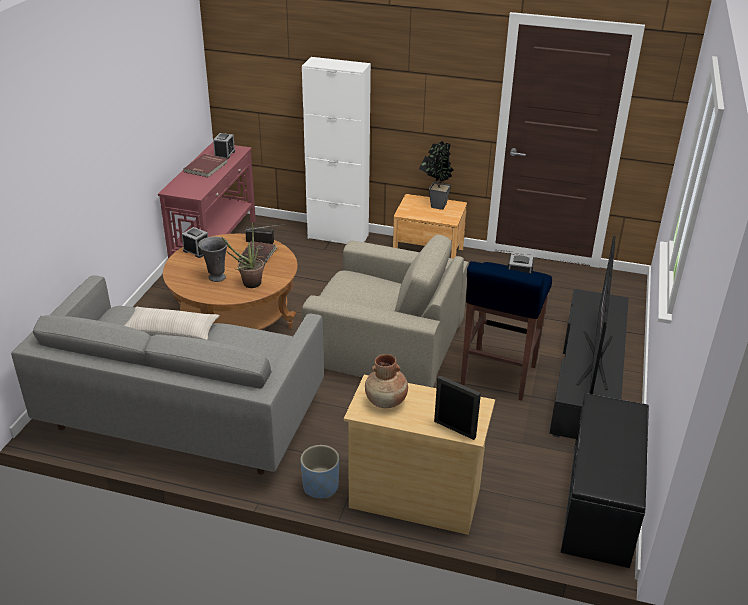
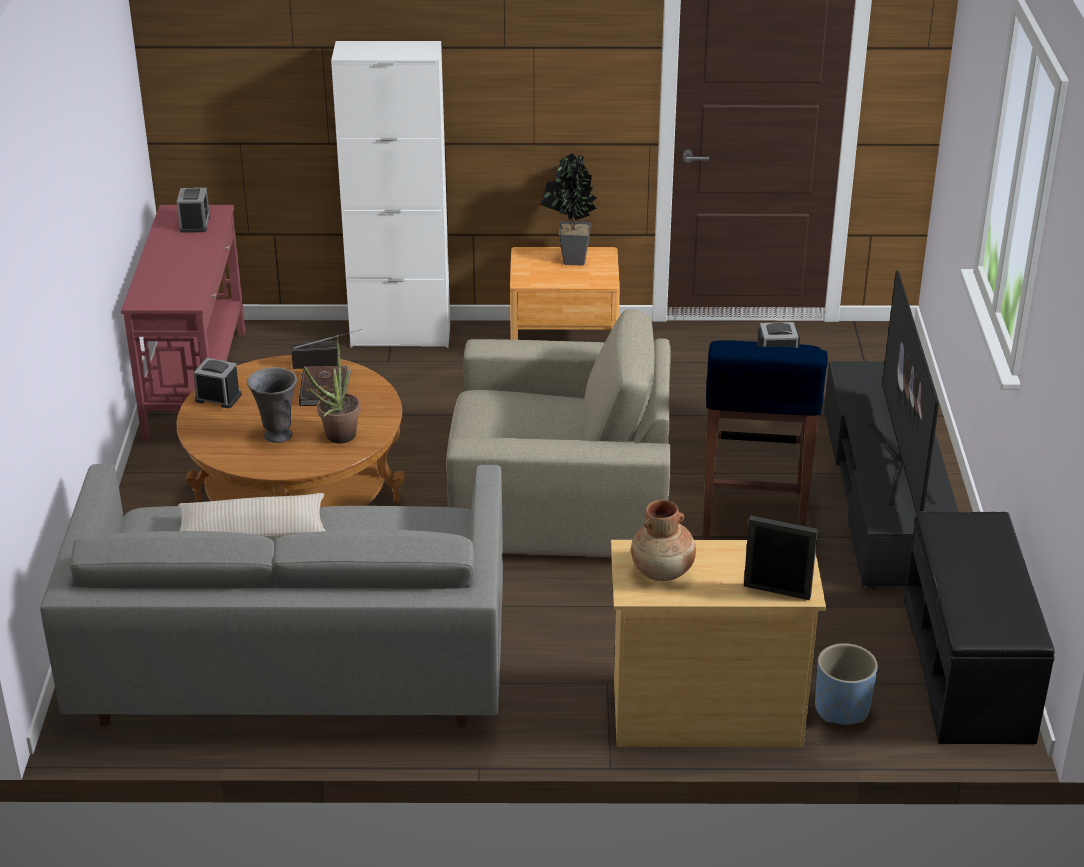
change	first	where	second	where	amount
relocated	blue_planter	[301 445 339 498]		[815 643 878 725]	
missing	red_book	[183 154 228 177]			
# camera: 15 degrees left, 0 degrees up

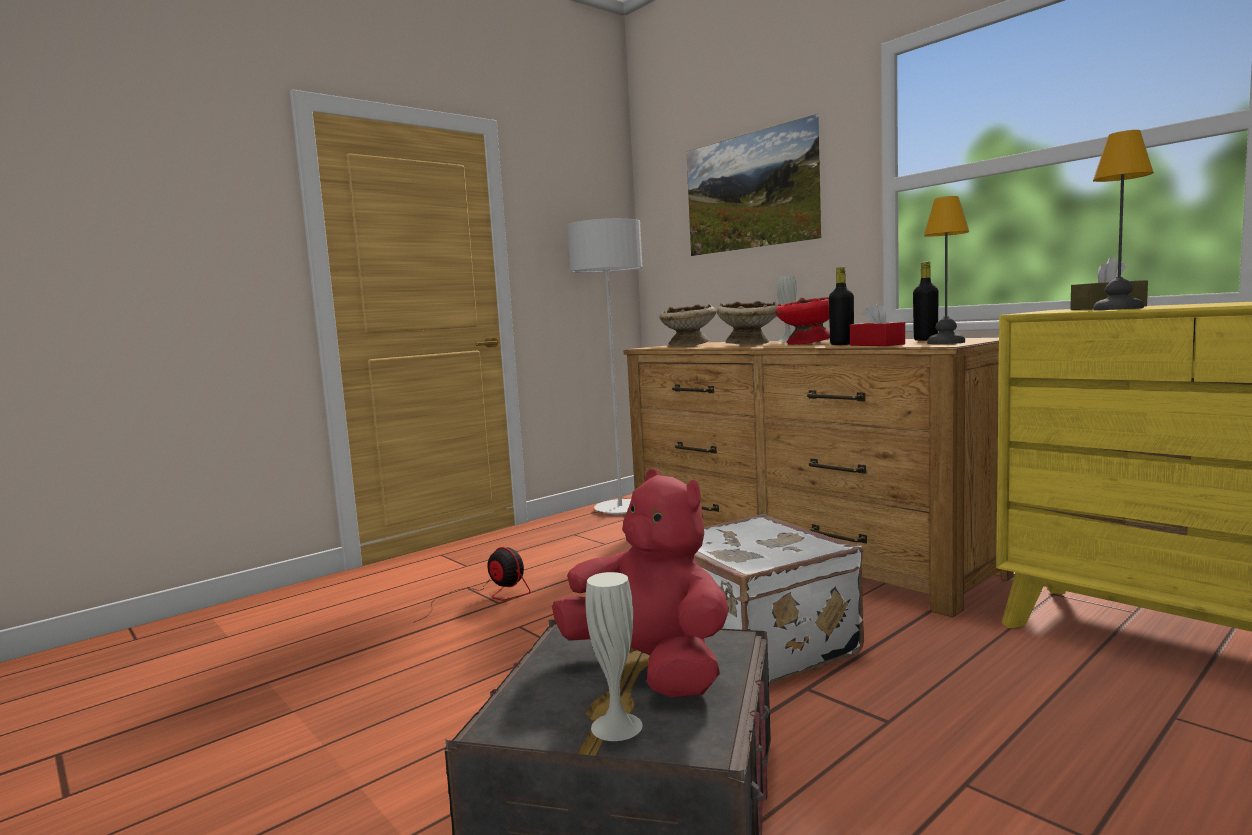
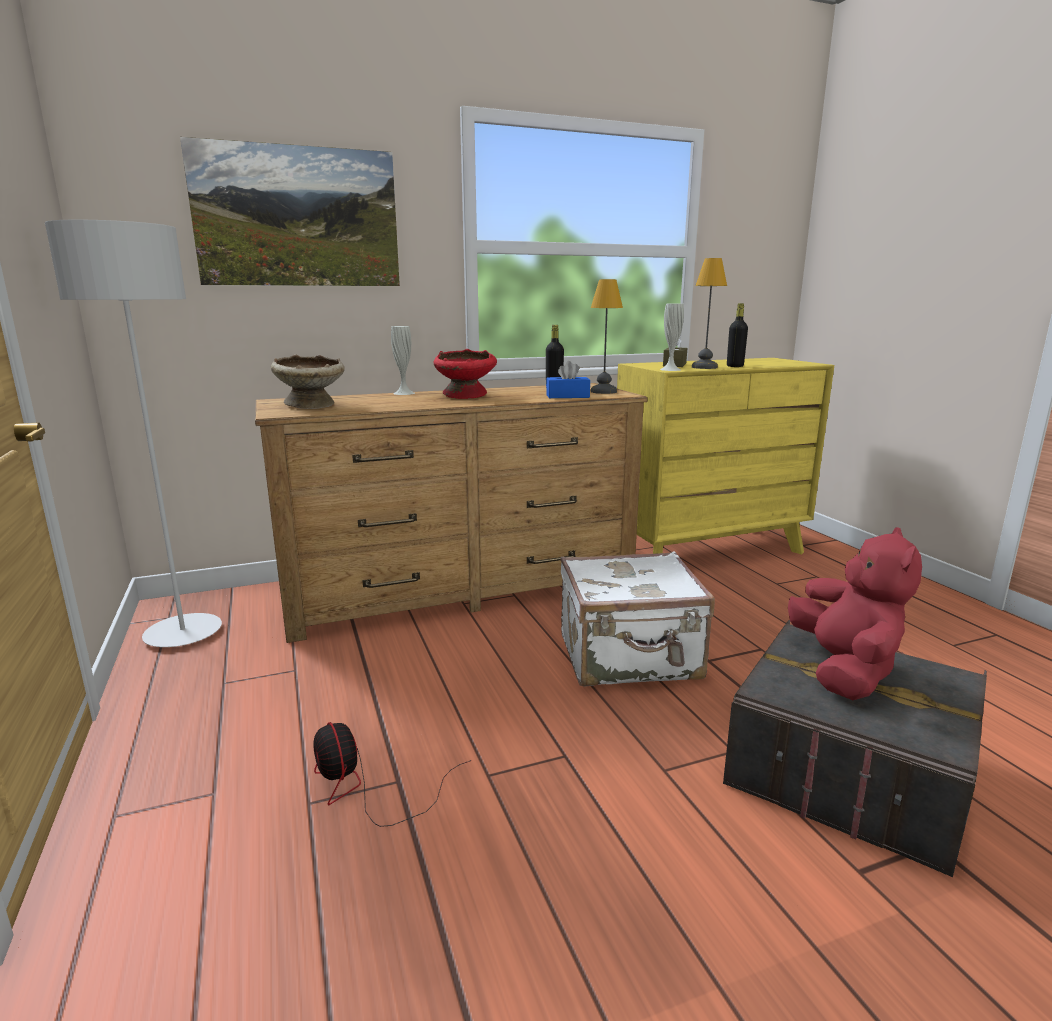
change	first	where	second	where	amount
spun	fan	[413 547 530 623]		[313 722 472 827]	90 degrees counterclockwise
colour	red_tissue_box	[850 302 905 346]	blue_tissue_box	[546 361 590 398]	
relocated	white_vase	[586 572 643 741]		[660 304 684 371]	
relocated	black_bottle	[829 267 854 345]		[727 303 748 367]	
spun	red_plush_toy	[552 469 729 697]		[788 527 922 700]	120 degrees clockwise
missing	beige_bowl	[717 301 778 345]			
# camera: 70 degrees left, 10 degrees up

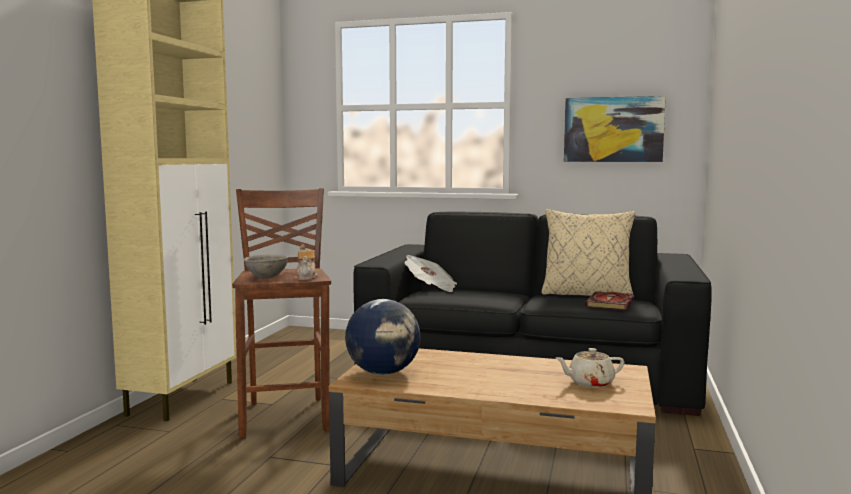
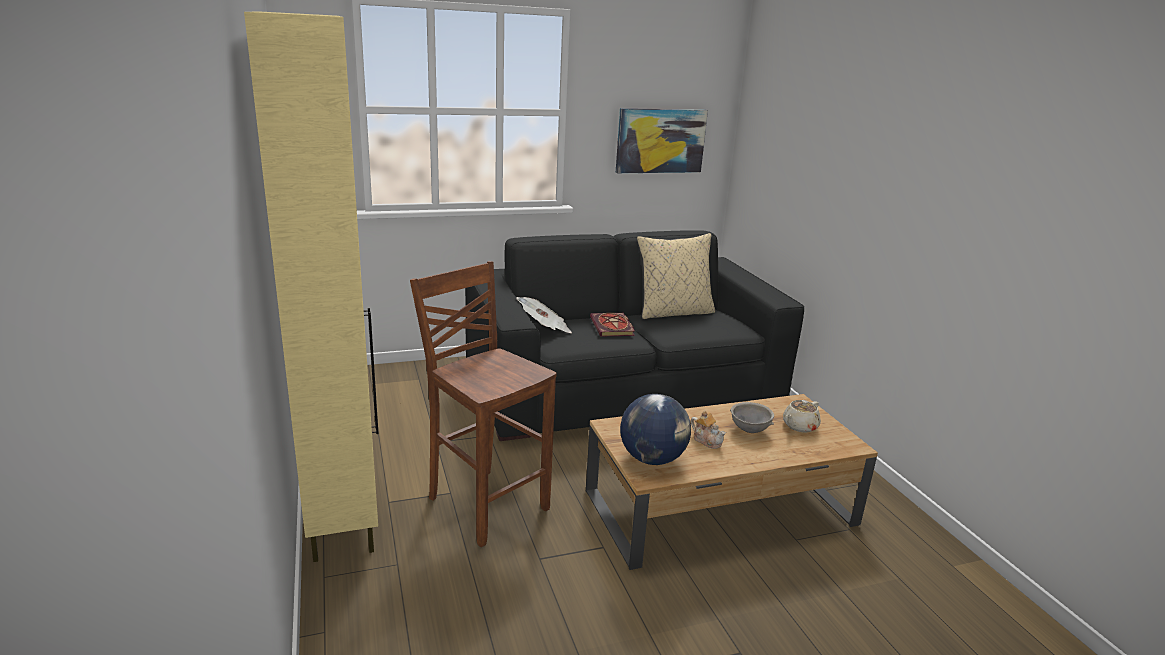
change	first	where	second	where	amount
relocated	book	[585 291 633 310]		[590 313 635 336]	
relocated	teapot	[297 245 318 280]		[691 411 726 449]	
relocated	grey_bowl	[244 255 288 279]		[730 402 774 433]	
# camera: 35 degrees left, 15 degrees up

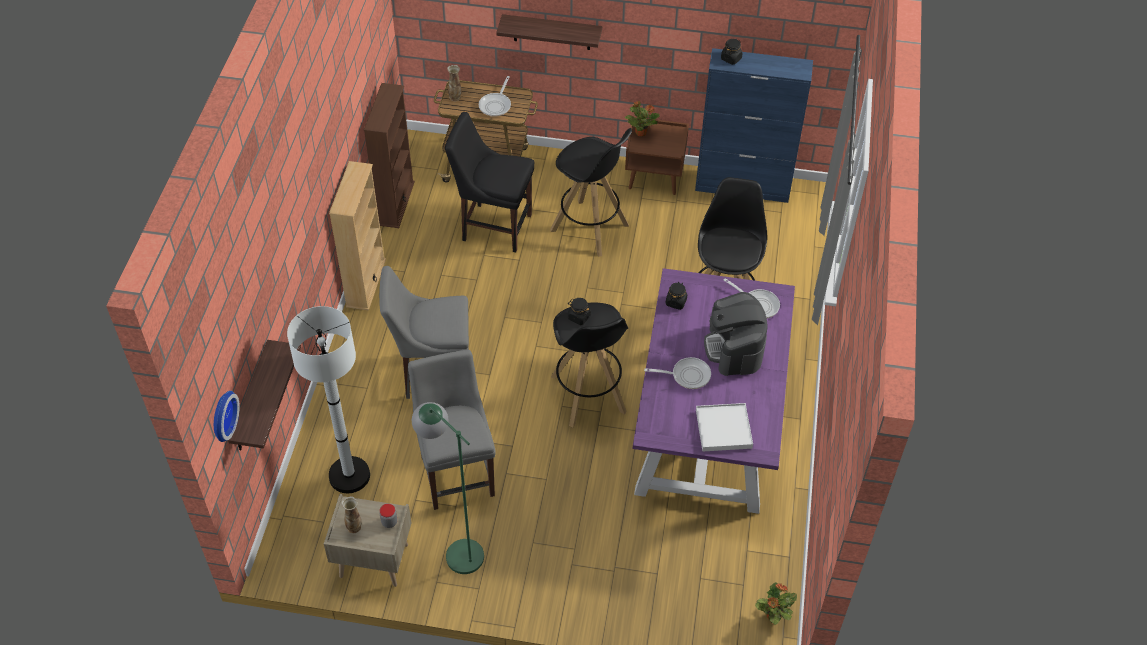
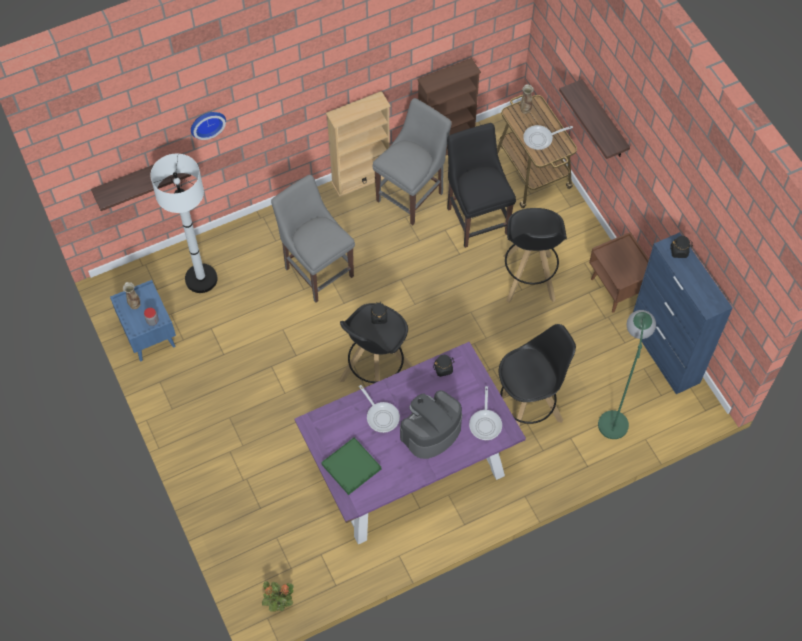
change	first	where	second	where	amount
colour	beige_nightstand	[324 494 411 587]	blue_nightstand	[110 280 176 361]	
relocated	wall_clock	[214 391 240 442]		[191 112 226 140]	
colour	white_tray	[696 403 753 451]	green_tray	[321 437 381 495]	
relocated	grey_chair	[408 350 496 510]		[372 98 452 225]	
relocated	green_floor_lamp	[412 402 484 574]		[598 310 656 439]	
missing	potted_plant	[625 101 660 137]			
# camera: 55 degrees right, 10 degrees up

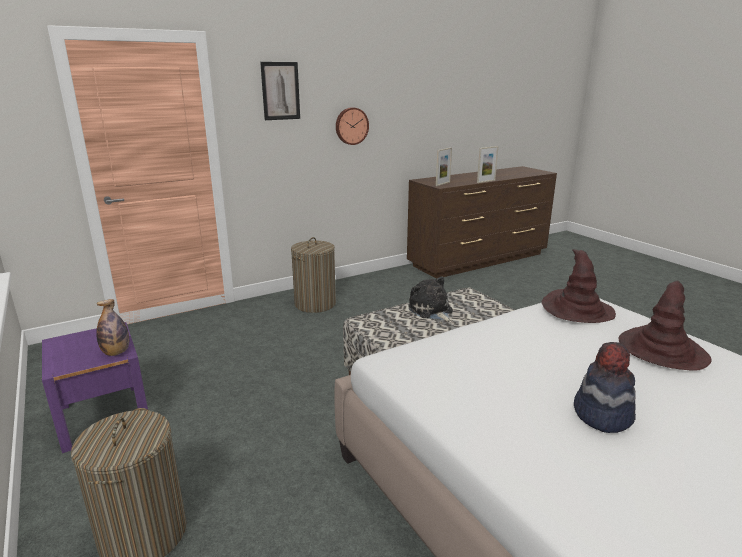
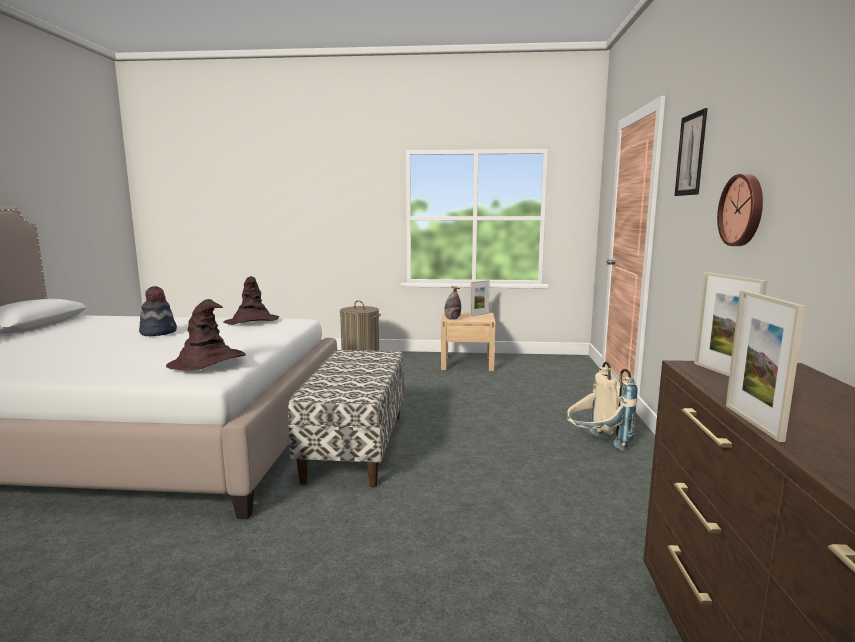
change	first	where	second	where	amount
relocated	brown_hat	[618 281 711 371]		[223 276 279 325]	
colour	purple_nightstand	[42 322 148 453]	beige_nightstand	[441 312 495 371]	
appeared			picture_frame	[470 280 490 316]	
exchanged	laundry_basket	[291 237 336 313]	beige_backpack	[566 362 638 451]	
missing	plush_toy	[408 276 453 322]			
# camera: 125 degrees right, 10 degrees down

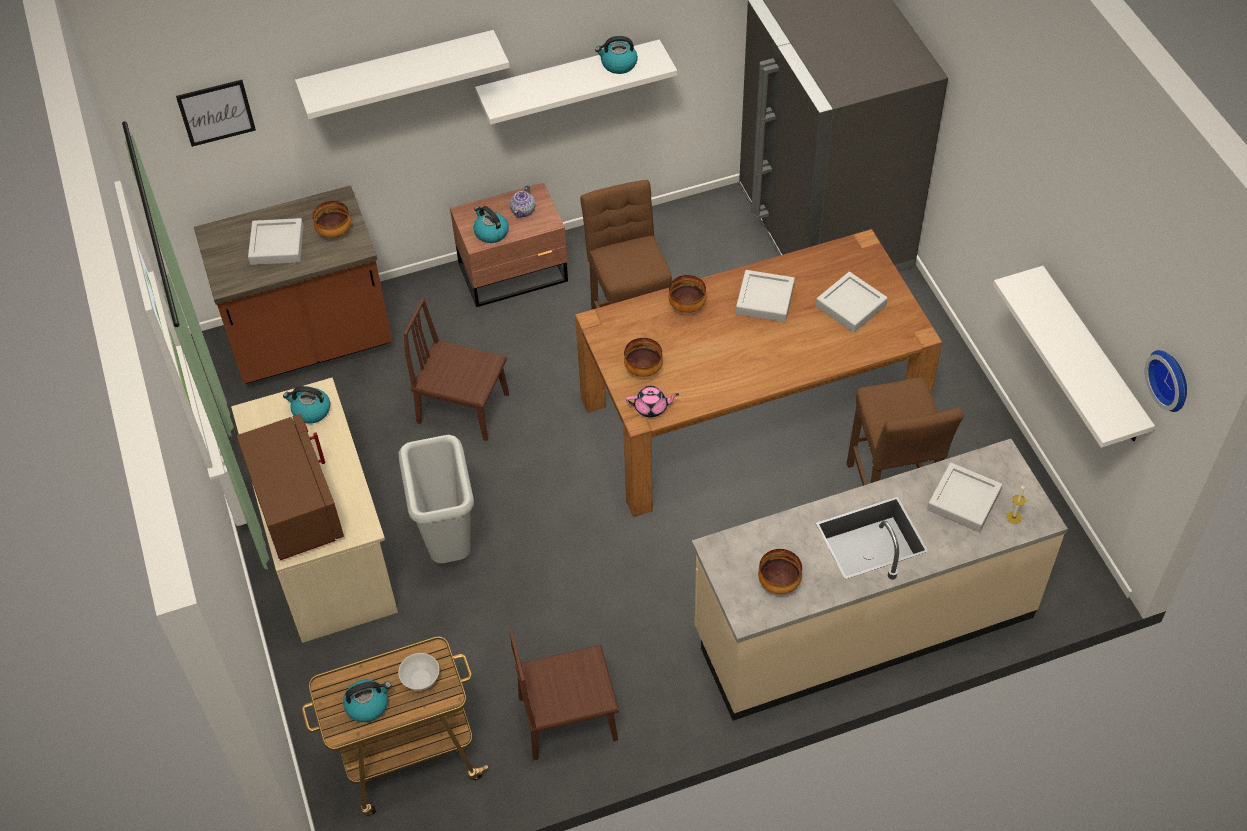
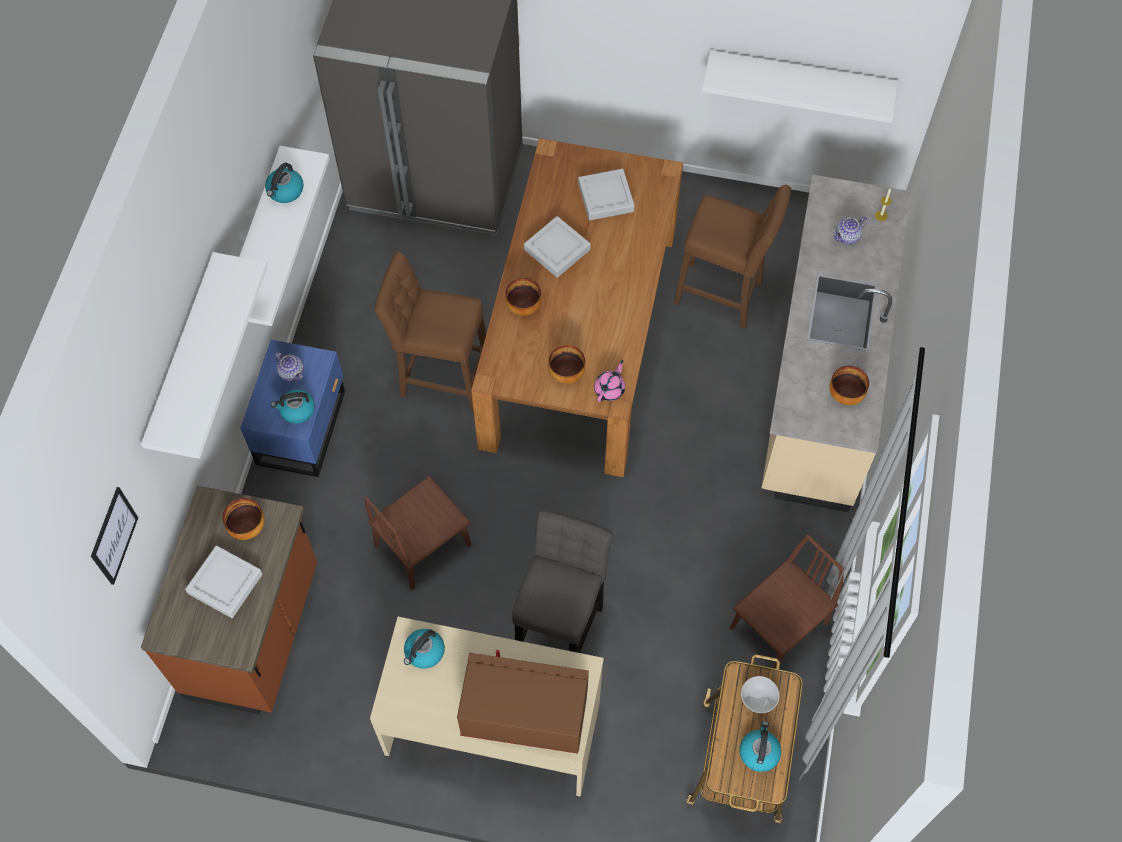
change	first	where	second	where	amount
colour	brown_nightstand	[450 183 568 307]	blue_nightstand	[240 340 345 477]	
exchanged	grey_trash_can	[399 435 474 563]	grey_stool	[512 509 613 653]	
spun	brown_chair	[510 631 619 760]		[730 534 844 669]	150 degrees counterclockwise
exchanged	grey_tray	[927 463 1003 532]	teapot	[833 216 868 244]	
missing	wall_clock	[1145 350 1187 412]			
# camera: 60 degrees left, 10 degrees up

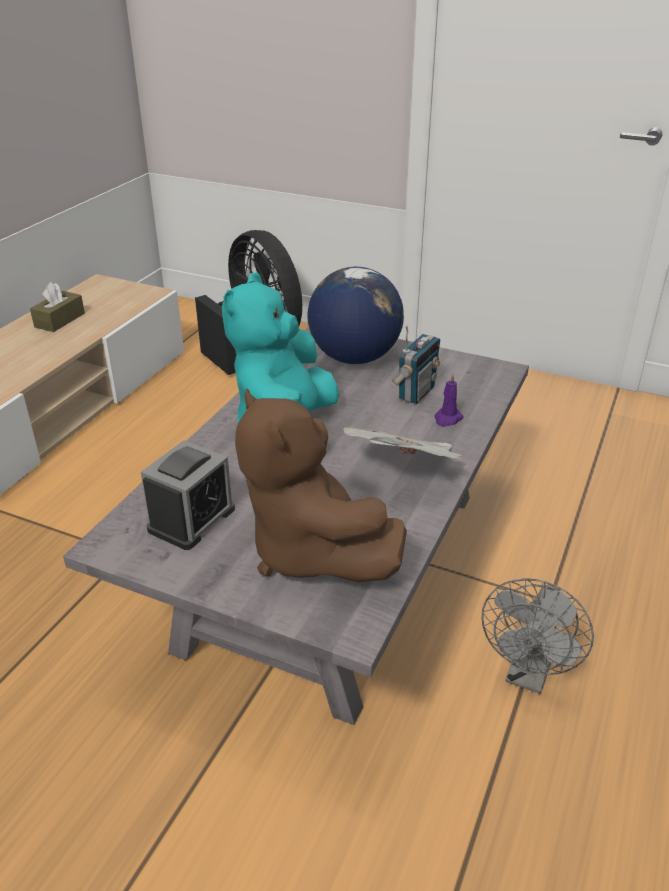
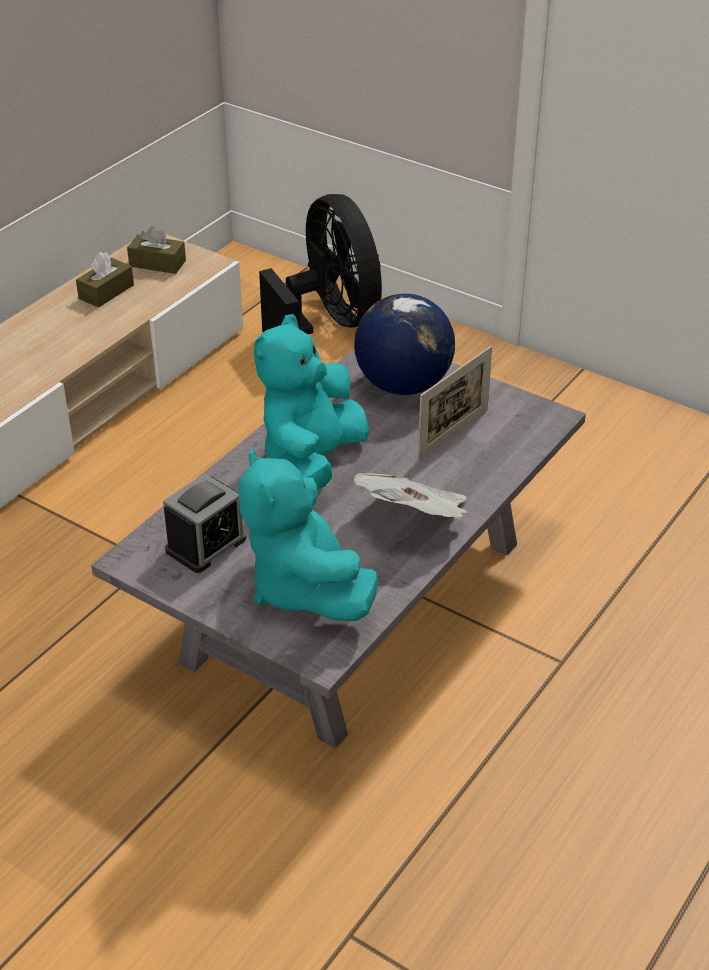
change	first	where	second	where	amount
appeared			brown_tissue_box	[127 226 186 274]	
colour	brown_plush_toy	[235 388 407 582]	turquoise_plush_toy	[238 448 379 621]	
exchanged	radio	[391 324 440 404]	picture_frame	[418 346 492 461]	
missing	purple_candle	[434 373 463 427]			
missing	grey_fan	[482 578 594 694]			
# camera: 10 degrees right, 5 degrees up

